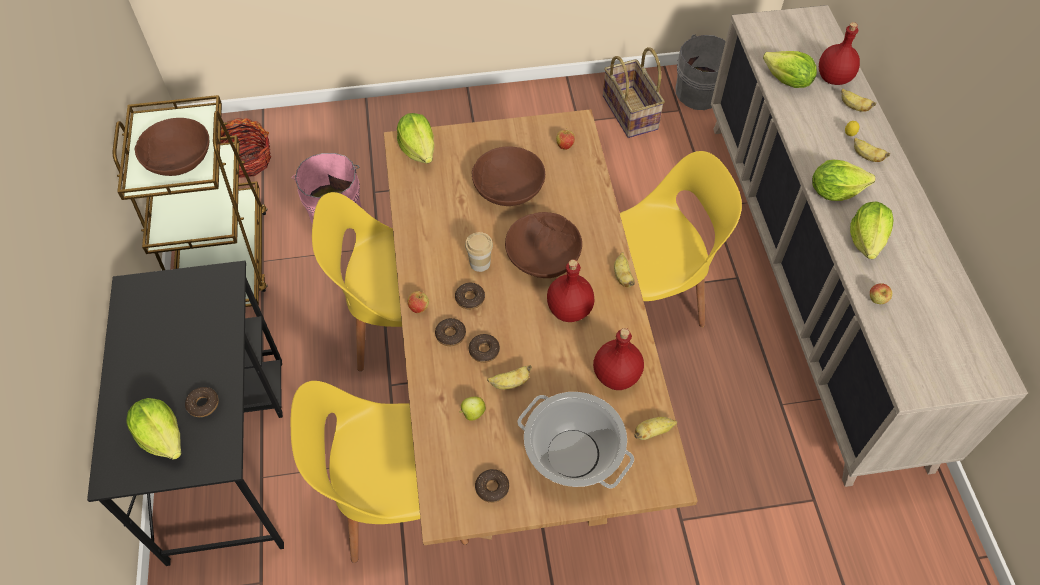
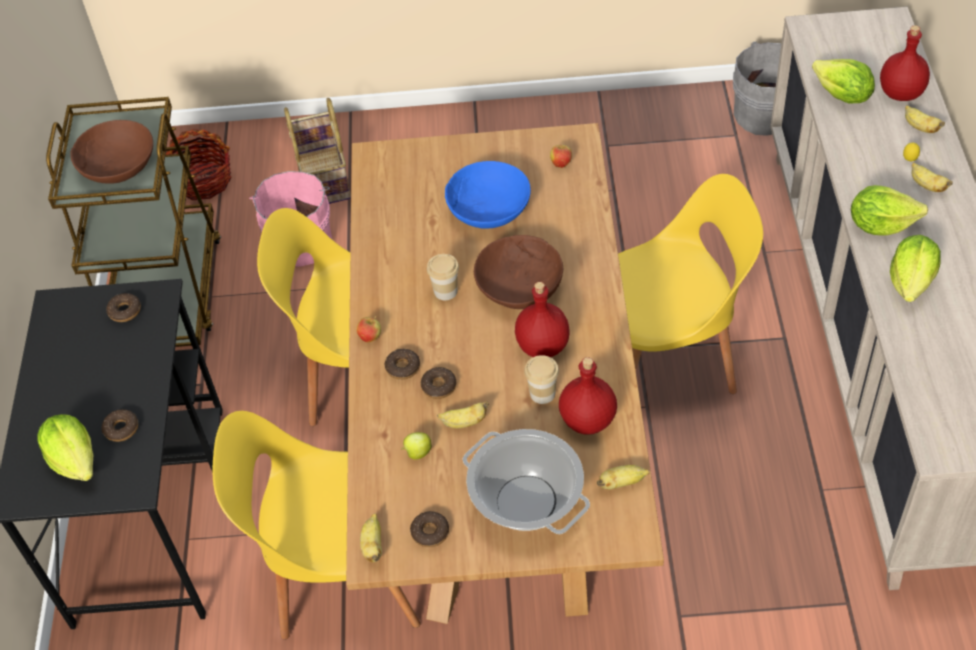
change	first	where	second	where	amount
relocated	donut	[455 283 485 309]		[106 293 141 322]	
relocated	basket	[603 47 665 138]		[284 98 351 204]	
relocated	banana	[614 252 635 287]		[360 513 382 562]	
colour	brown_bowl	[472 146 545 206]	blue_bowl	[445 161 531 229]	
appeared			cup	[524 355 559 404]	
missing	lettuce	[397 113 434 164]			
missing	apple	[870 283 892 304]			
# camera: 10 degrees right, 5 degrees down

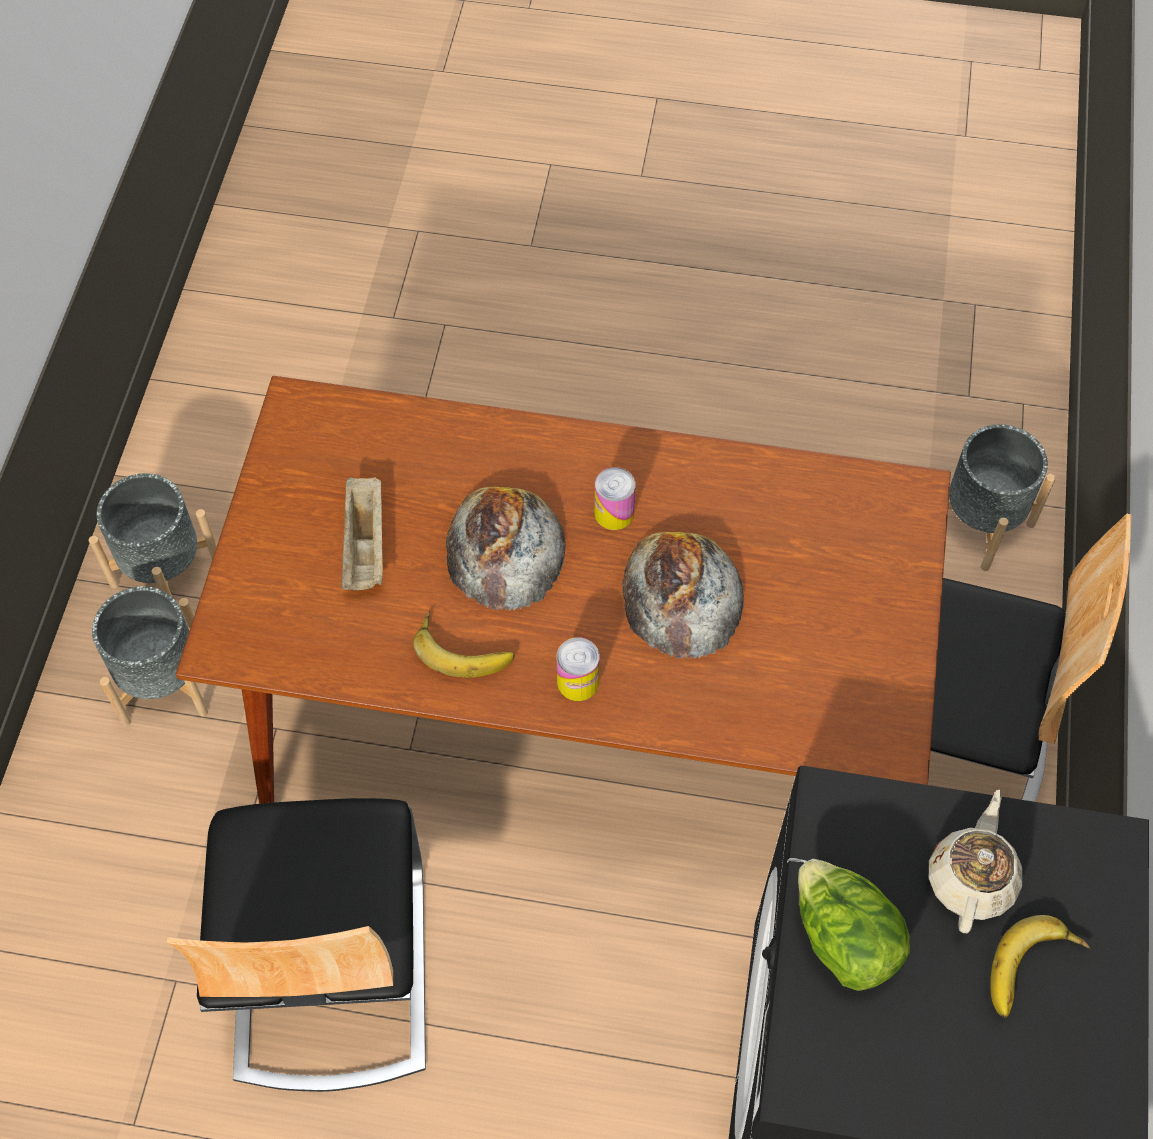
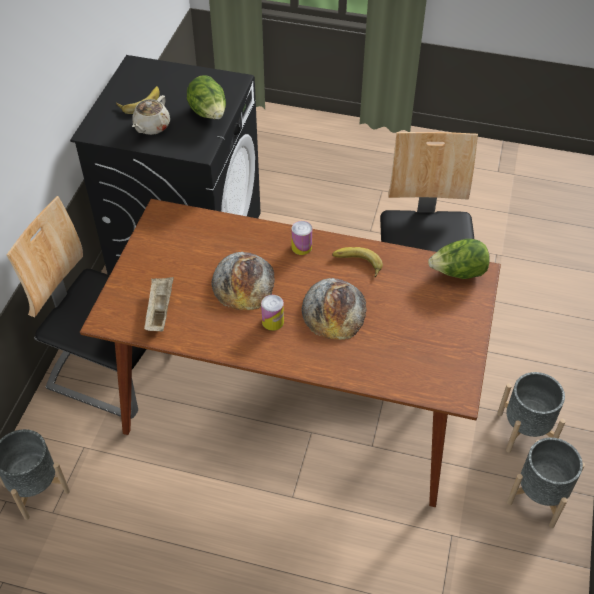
change	first	where	second	where	amount
relocated	beige_tray	[341 477 383 591]		[144 277 174 331]	
appeared			lettuce	[428 239 490 279]	
# camera: 175 degrees left, 10 degrees down

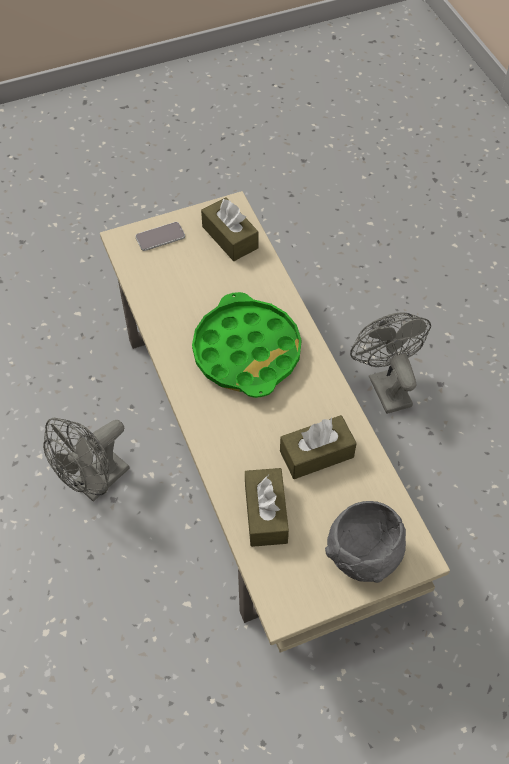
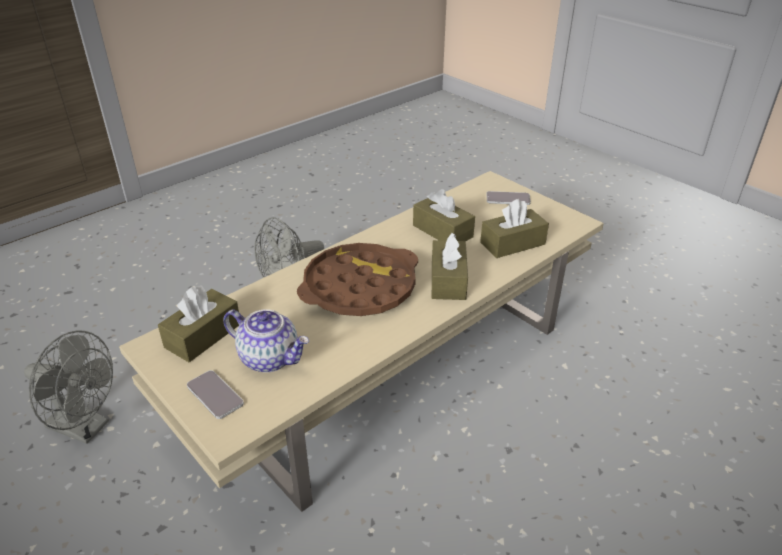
change	first	where	second	where	amount
relocated	grey_fan	[43 418 129 502]		[24 331 113 444]	
appeared			teapot	[223 309 309 372]	
colour	green_tray	[192 292 302 398]	brown_tray	[297 243 418 316]	
appeared			brown_tissue_box	[432 233 468 300]	
exchanged	grey_bowl	[325 501 406 583]	phone	[486 191 531 205]	
# camera: 110 degrees left, 20 degrees down

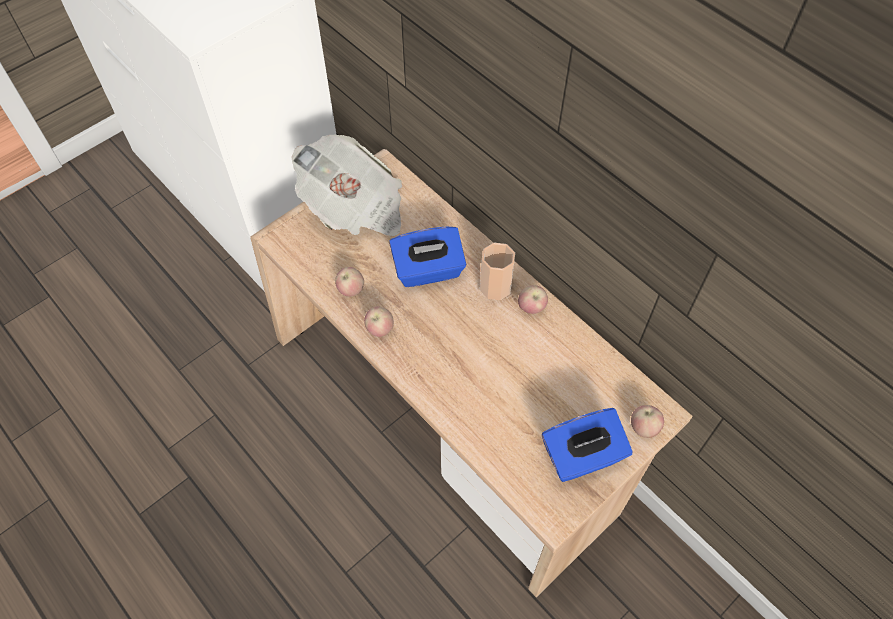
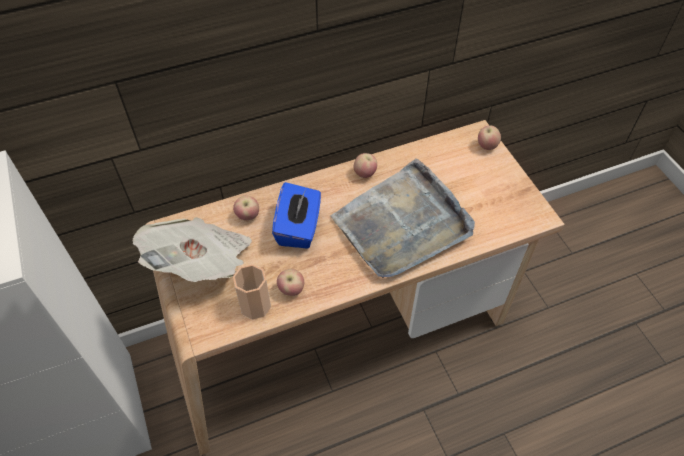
change	first	where	second	where	amount
relocated	apple	[364 306 394 337]		[233 195 259 220]	
relocated	cup	[480 243 515 300]		[233 264 271 319]	
appeared			grey_tray	[331 158 475 278]	
missing	blue_tissue_box	[542 408 633 482]			
# camera: 70 degrees left, 5 degrees down

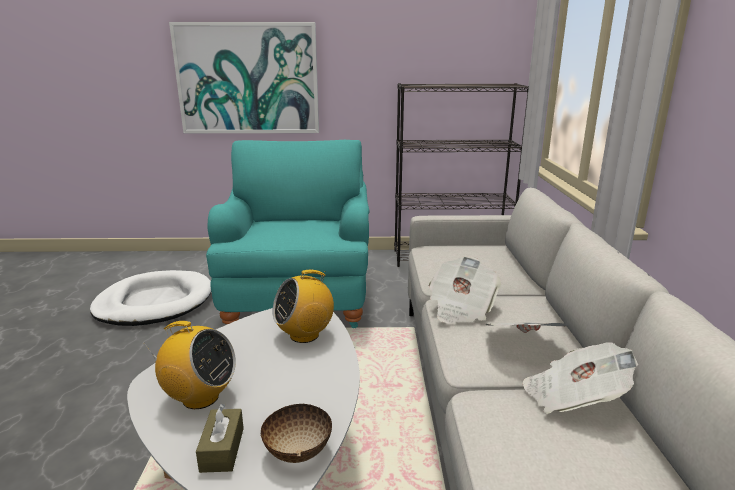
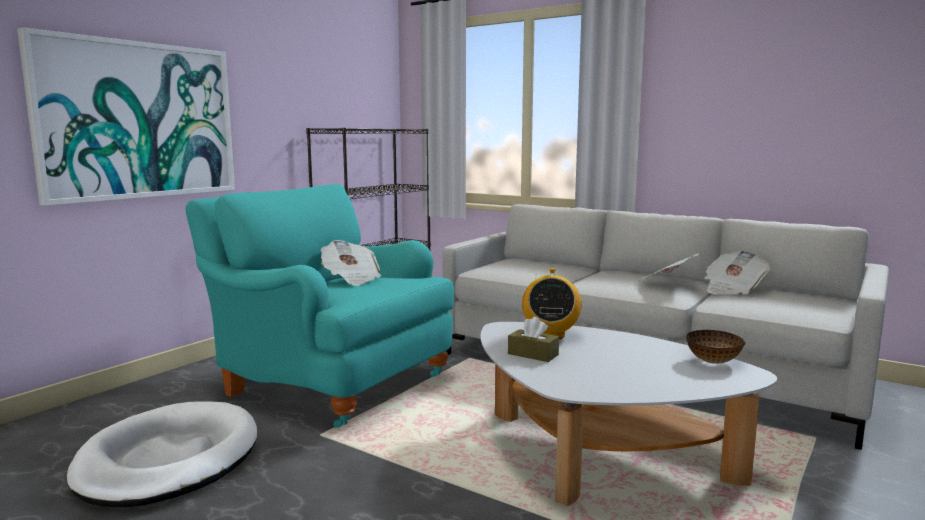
change	first	where	second	where	amount
relocated	newspaper	[429 256 501 323]		[321 240 381 286]	
relocated	brown_tissue_box	[196 404 244 473]		[508 317 559 362]	
missing	radio	[144 321 236 409]			
# camera: 55 degrees left, 10 degrees down

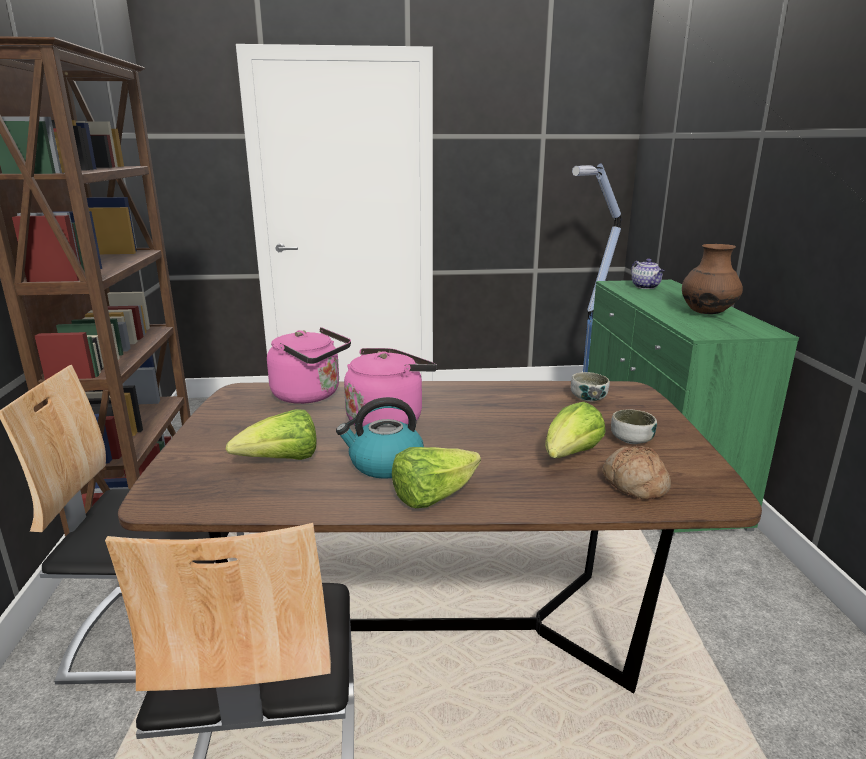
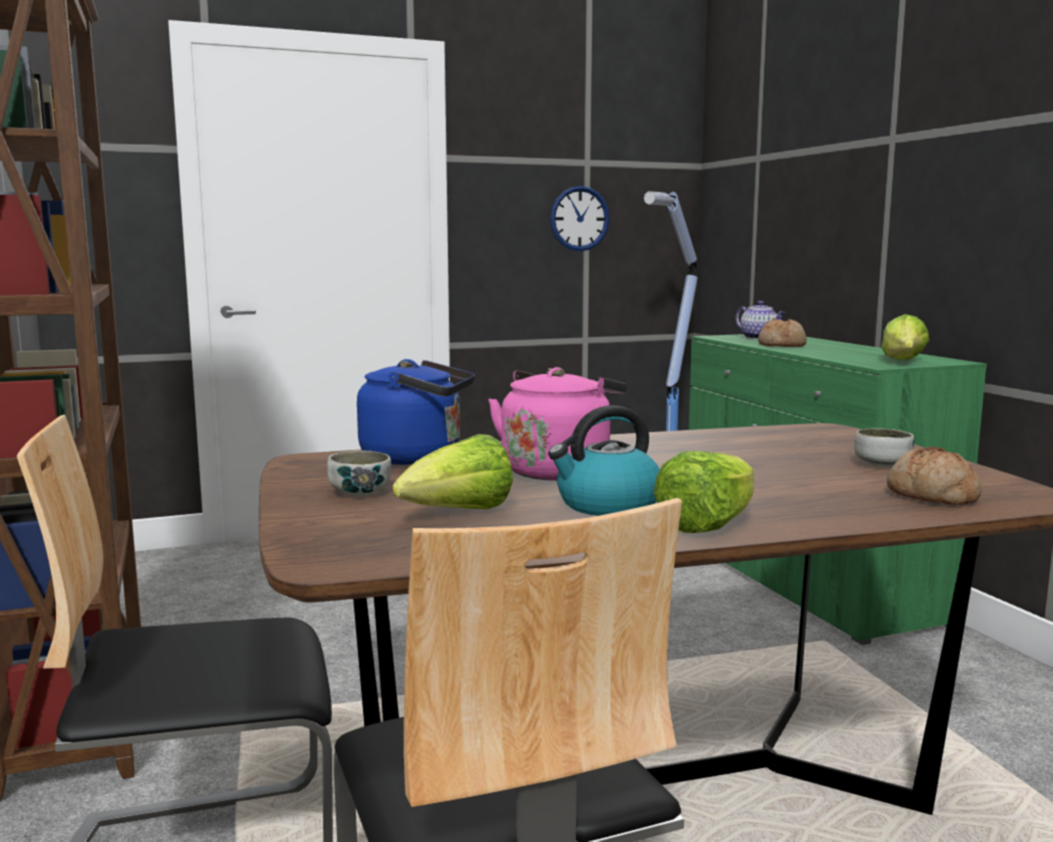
change	first	where	second	where	amount
relocated	bowl	[571 372 610 402]		[327 450 391 496]	
colour	pink_kettle	[267 327 351 404]	blue_kettle	[357 359 475 465]	
appeared			wall_clock	[550 186 610 251]	
appeared			bread	[758 318 807 347]	
relocated	lettuce	[545 402 606 458]		[881 314 929 360]	
missing	brown_vase	[682 244 743 314]			
# camera: 15 degrees left, 10 degrees down

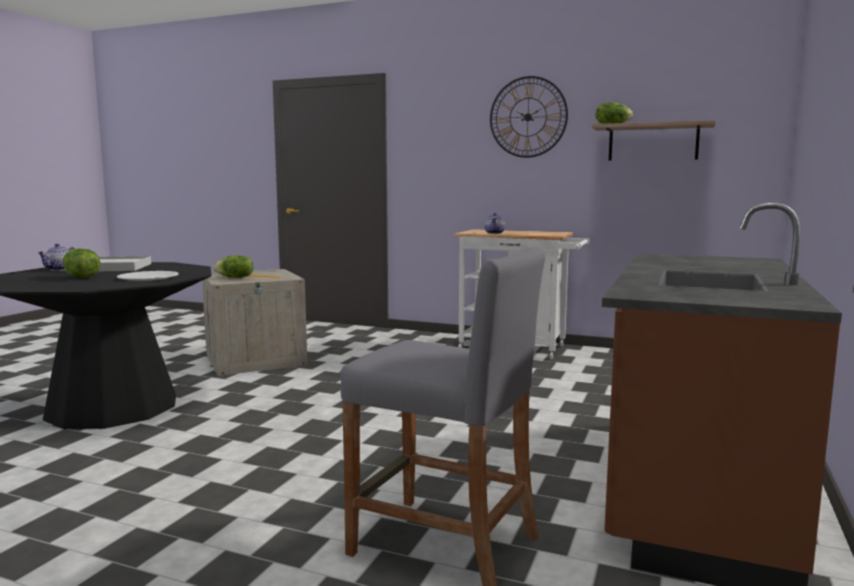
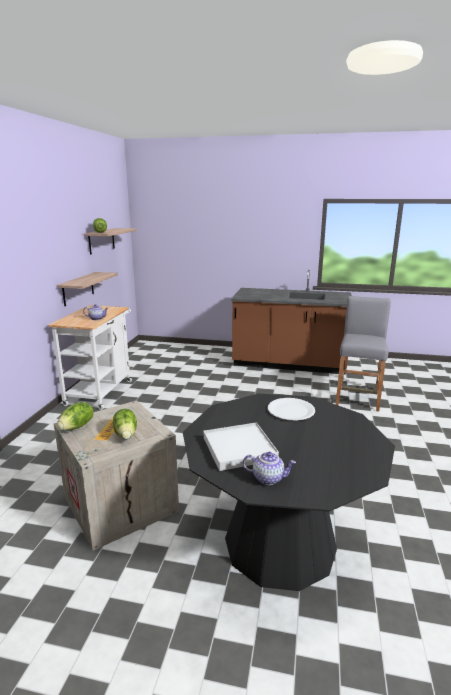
change	first	where	second	where	amount
appeared			shelf	[57 272 118 306]	
relocated	lettuce	[63 248 101 278]		[57 402 94 430]	
missing	wall_clock	[490 76 568 158]			
# camera: 100 degrees left, 10 degrees up

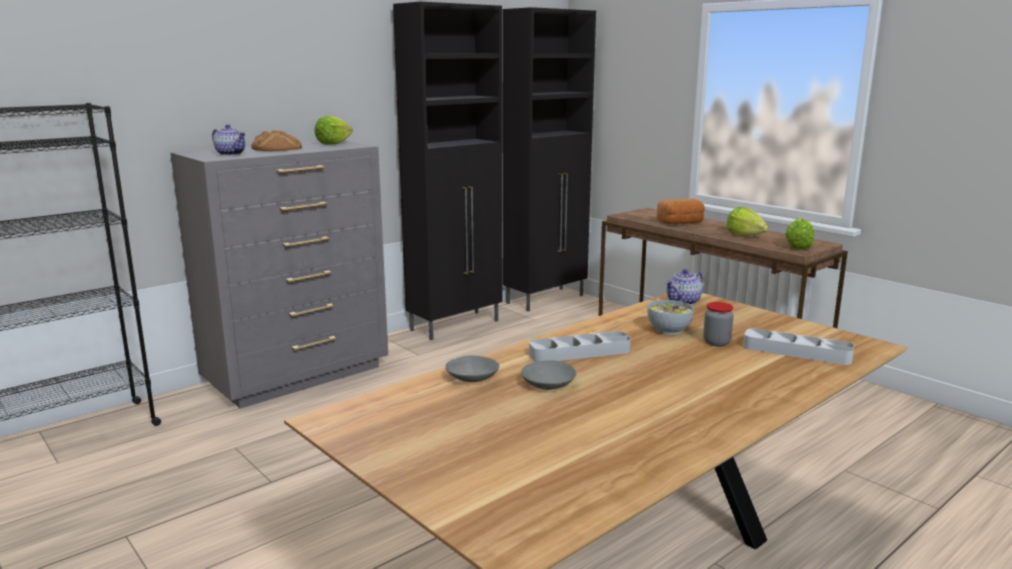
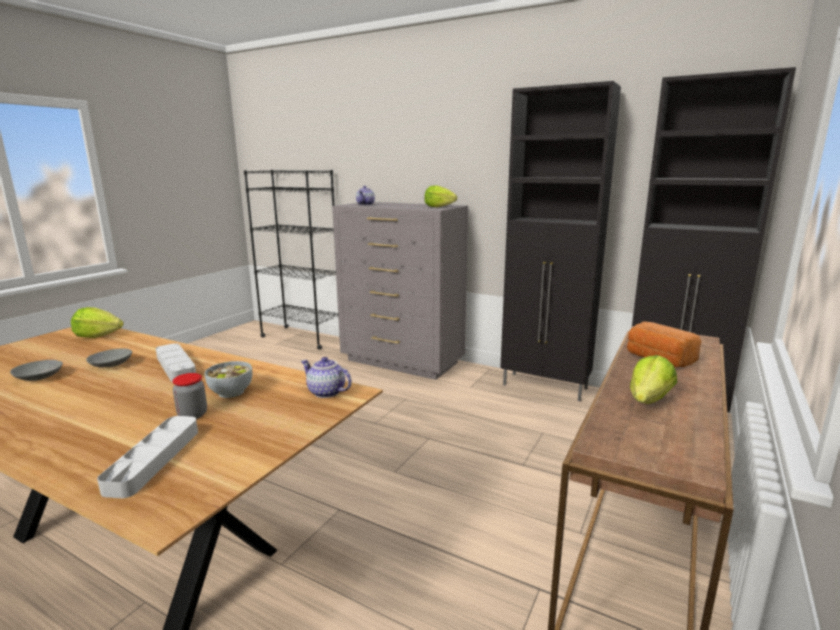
change	first	where	second	where	amount
relocated	grey_bowl	[446 355 499 382]		[10 360 63 381]	
relocated	lettuce	[785 219 814 249]		[71 307 124 338]	
missing	bread	[251 130 302 151]			
# camera: 70 degrees right, 0 degrees up

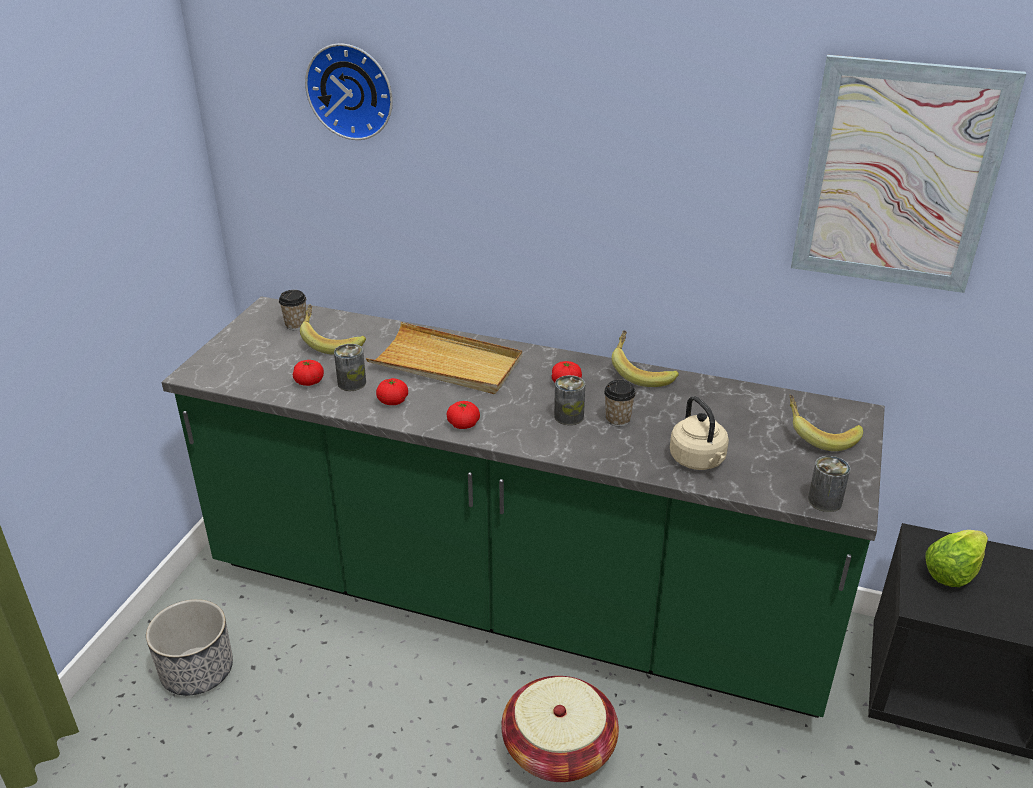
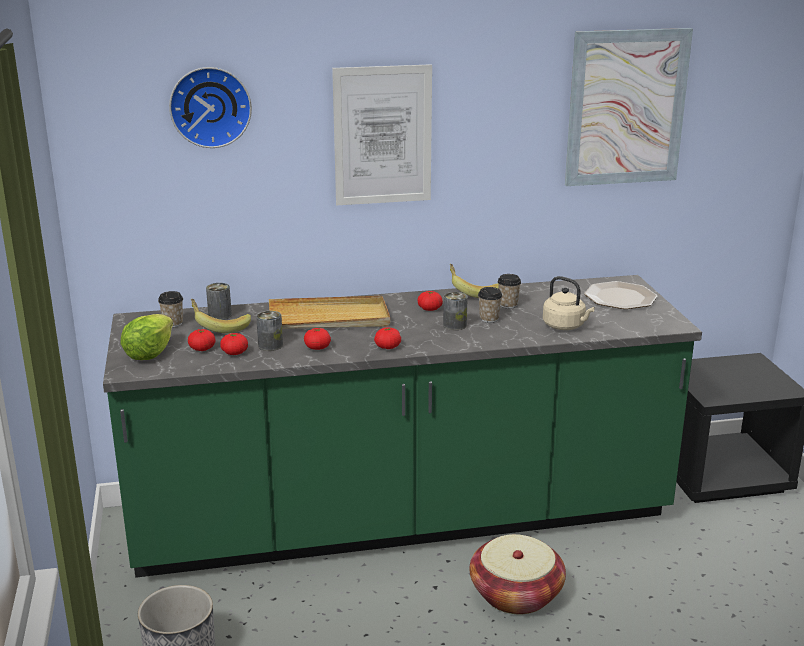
change	first	where	second	where	amount
relocated	lettuce	[925 530 988 587]		[120 314 173 360]	
appeared			tomato	[188 329 216 351]	
relocated	can	[808 456 851 512]		[206 283 232 320]	
appeared			picture	[332 64 432 205]	
appeared			cup	[498 274 521 309]	
exchanged	banana	[789 395 863 451]	plate	[584 281 657 309]	
# camera: 30 degrees left, 10 degrees down

